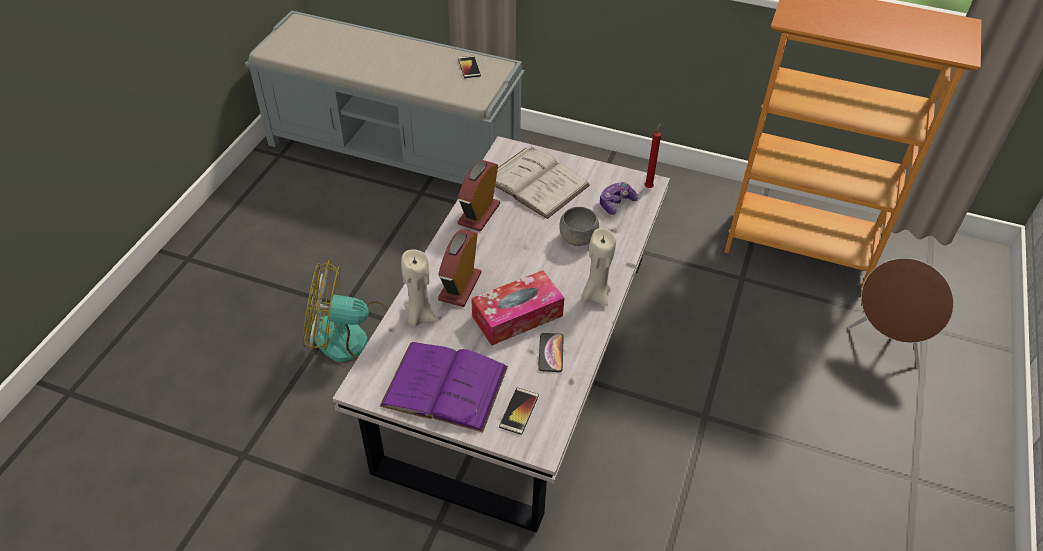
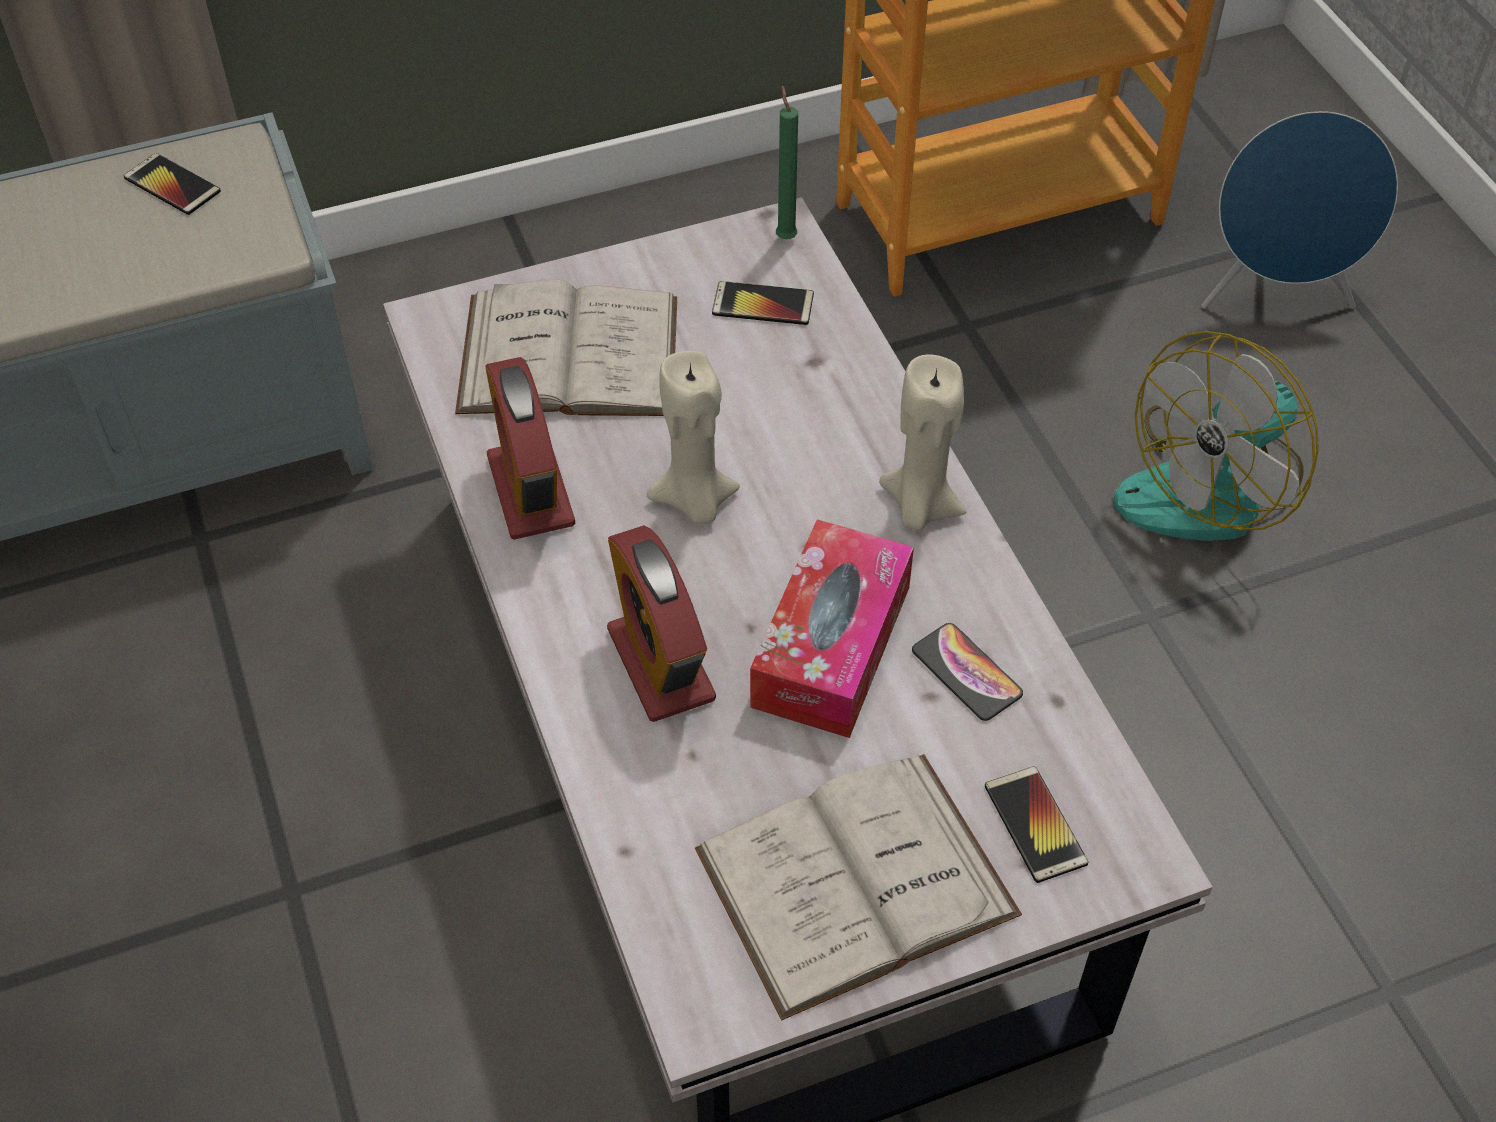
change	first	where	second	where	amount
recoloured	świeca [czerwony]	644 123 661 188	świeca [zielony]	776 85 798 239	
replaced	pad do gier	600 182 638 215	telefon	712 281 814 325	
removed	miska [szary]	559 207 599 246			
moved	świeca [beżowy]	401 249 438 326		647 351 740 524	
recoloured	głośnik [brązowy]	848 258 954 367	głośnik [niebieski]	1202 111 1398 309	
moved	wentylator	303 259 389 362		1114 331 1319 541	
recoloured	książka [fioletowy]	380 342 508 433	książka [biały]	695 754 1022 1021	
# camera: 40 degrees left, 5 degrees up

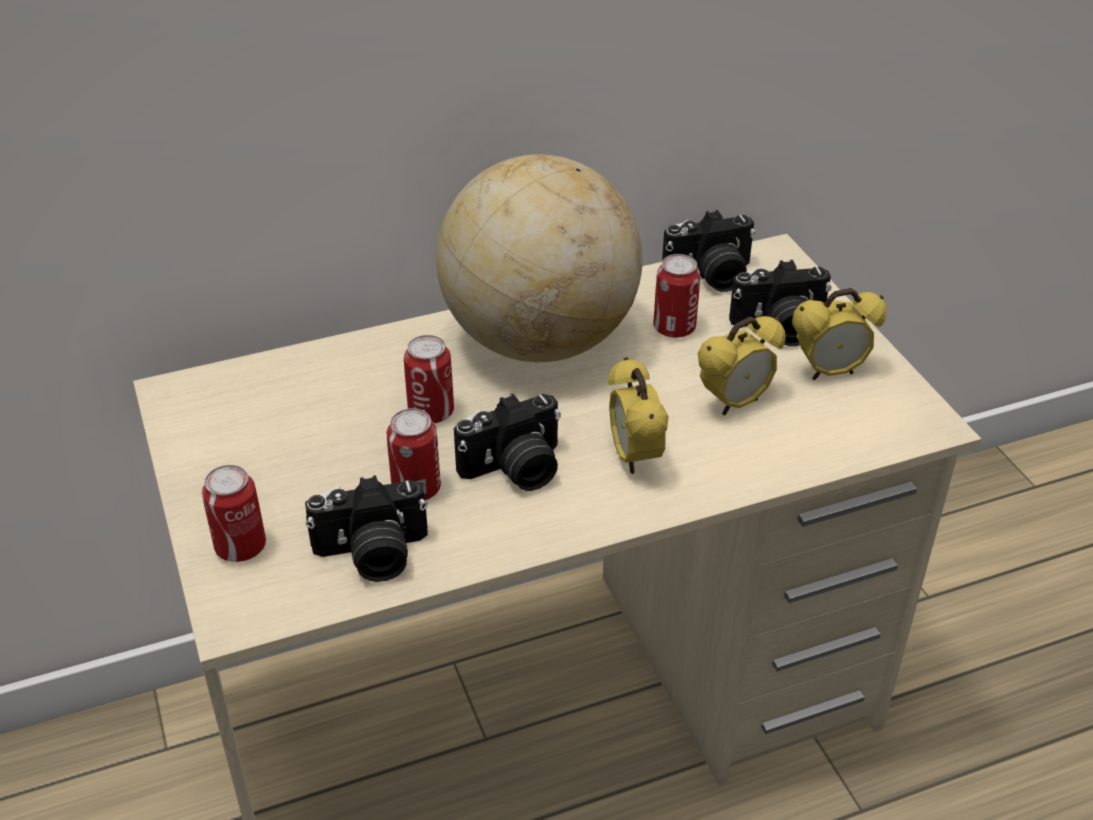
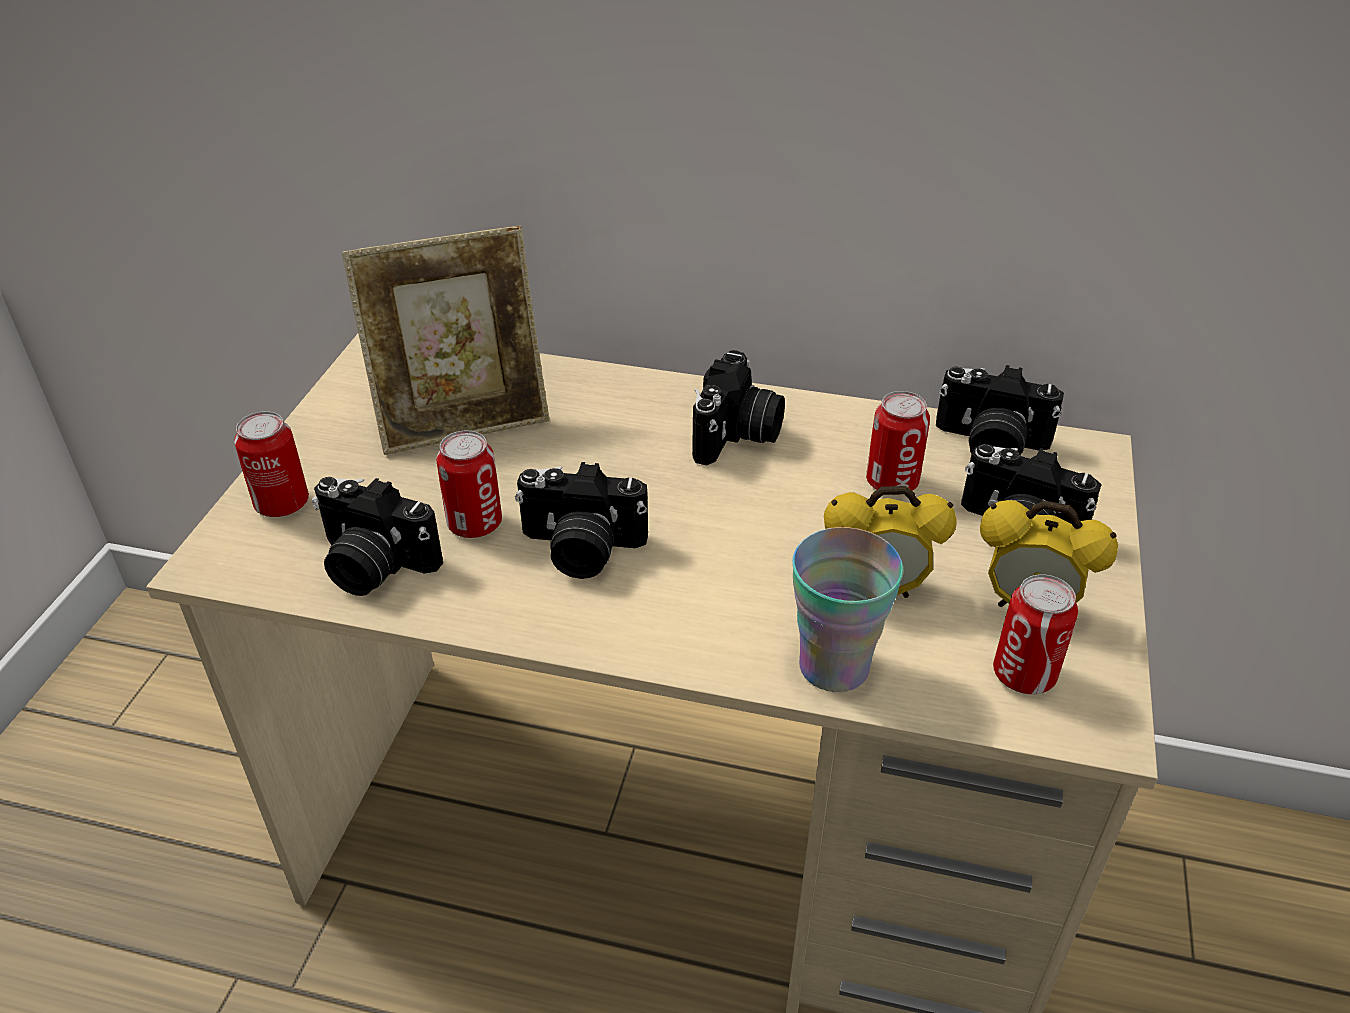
change	first	where	second	where	amount
replaced	globus	436 154 643 362	aparat fotograficzny	692 350 785 465	
moved	puszka	404 335 454 423		993 574 1078 694	
removed	budzik	608 357 669 474			
added			ramka na zdjęcie	342 226 549 455	
added			filiżanka	792 527 903 692	
# camera: 35 degrees right, 0 degrees up

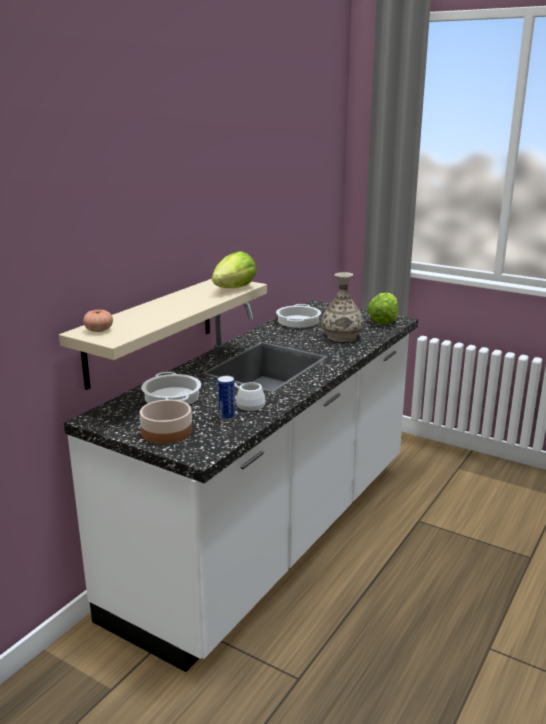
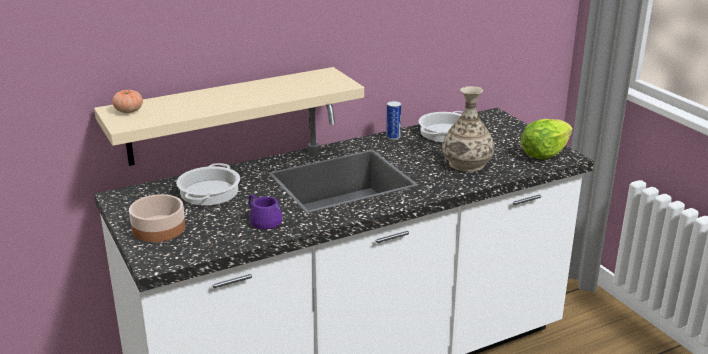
change	first	where	second	where	amount
removed	sałata	212 251 257 288			
moved	puszka	218 376 235 421		386 101 401 140	
recoloured	kubek [biały]	234 382 266 411	kubek [fioletowy]	248 195 282 229	
# camera: 30 degrees right, 5 degrees up

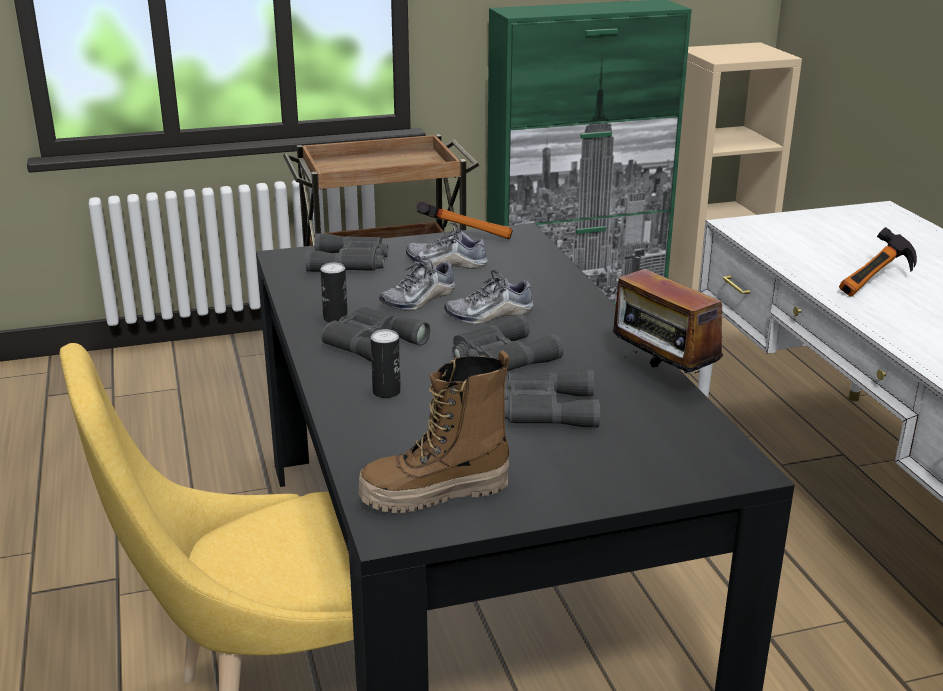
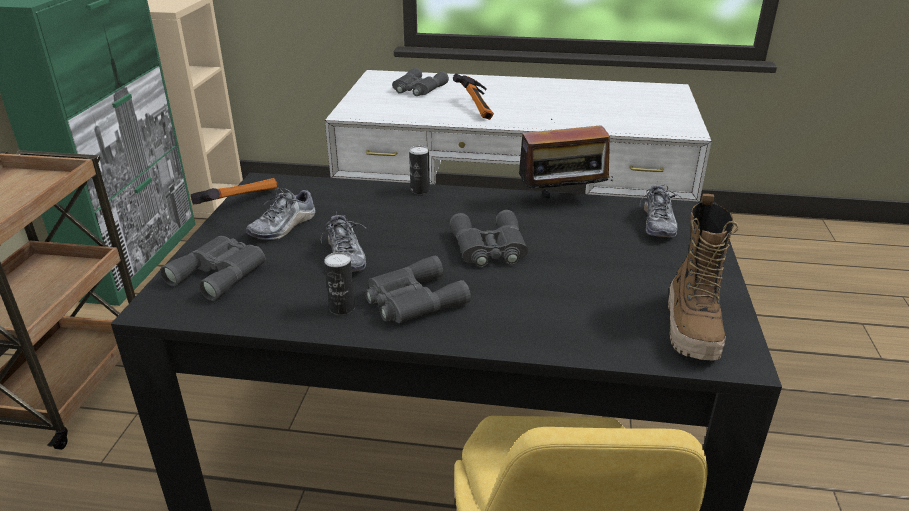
change	first	where	second	where	amount
moved	but	444 269 534 325		640 182 685 238	
moved	puszka	371 329 401 398		409 146 430 194	
moved	lornetka [szary]	504 370 600 427		392 68 449 96	
# camera: 65 degrees left, 5 degrees up

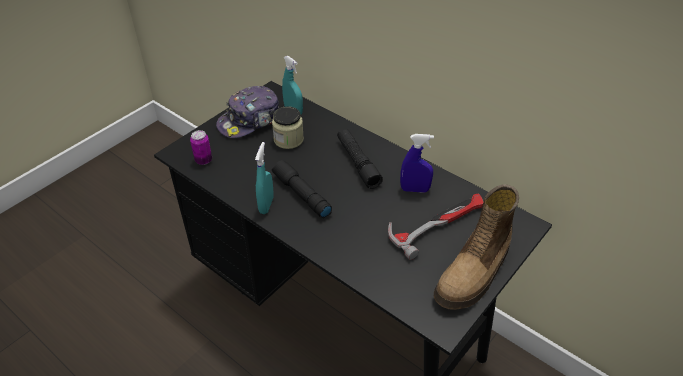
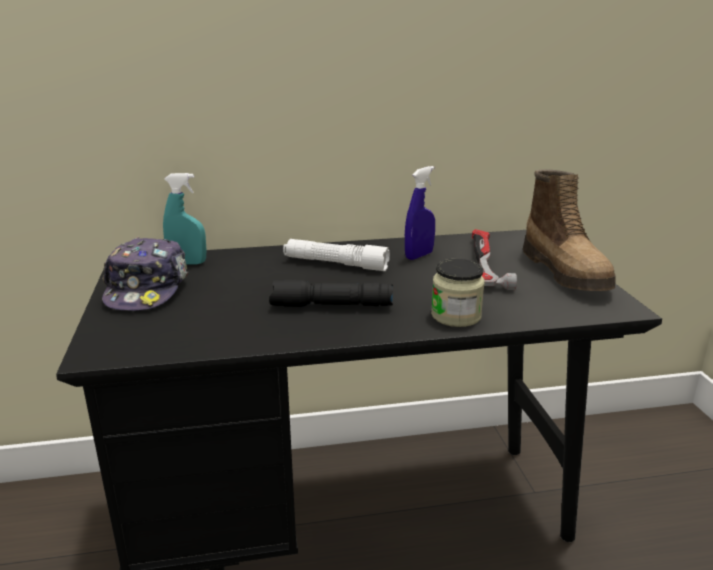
change	first	where	second	where	amount
moved	słoik	272 106 304 149		431 259 485 327	
recoloured	latarka [czarny]	337 129 383 189	latarka [biały]	283 239 390 271	
removed	puszka	190 130 212 165			
removed	spryskiwacz [turkusowy]	255 142 274 214			
# camera: 50 degrees left, 20 degrees down

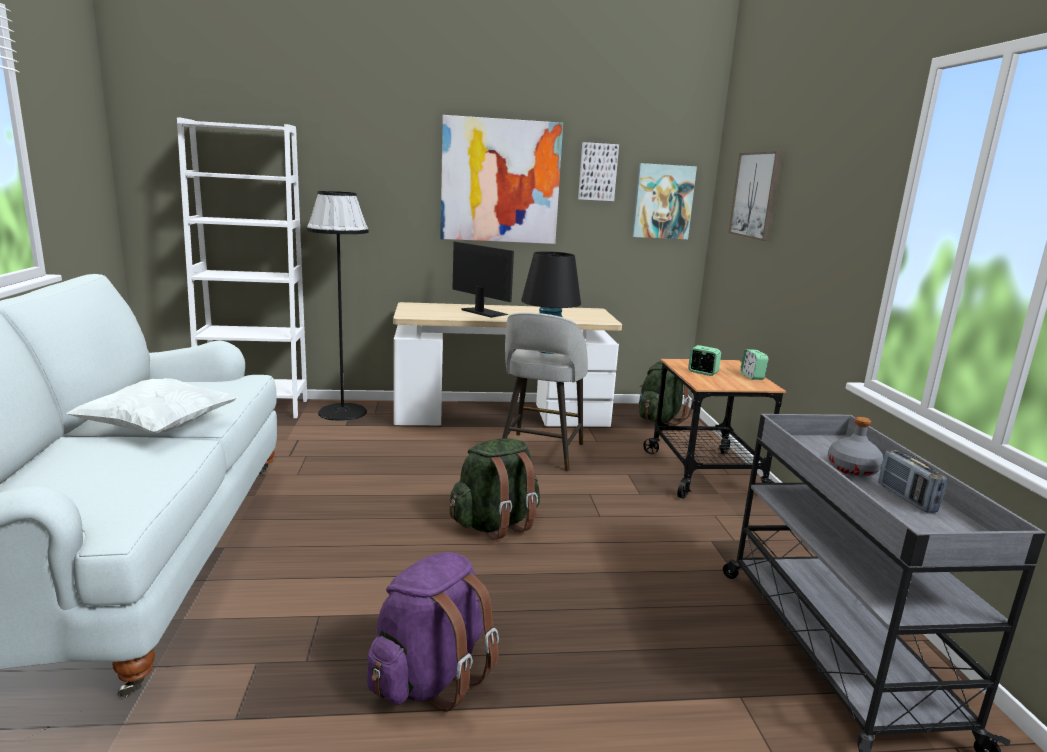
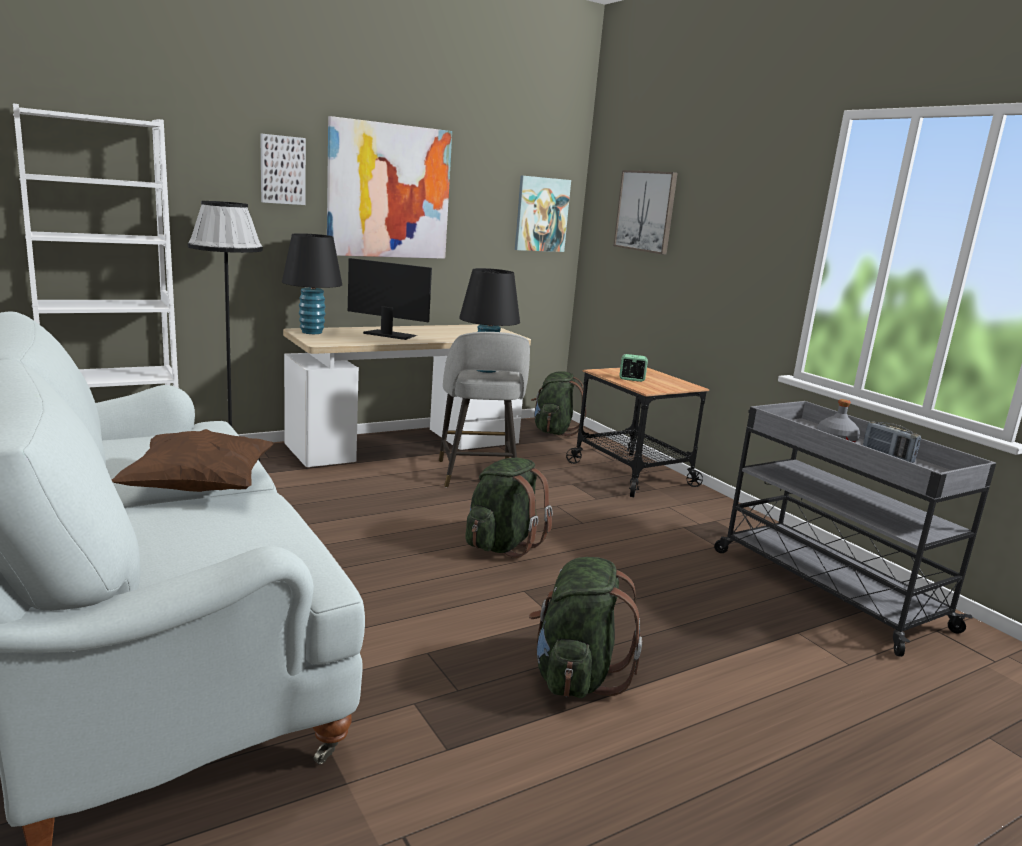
change	first	where	second	where	amount
moved	obraz	578 142 619 201		260 134 306 205	
removed	budzik	740 349 768 380			
recoloured	poduszka [biały]	66 378 238 434	poduszka [brązowy]	112 429 274 492	
recoloured	plecak [fioletowy]	367 552 499 712	plecak [zielony]	529 557 642 698	
added			lampa stołowa [czarny]	282 233 342 334	
# camera: 25 degrees left, 0 degrees up

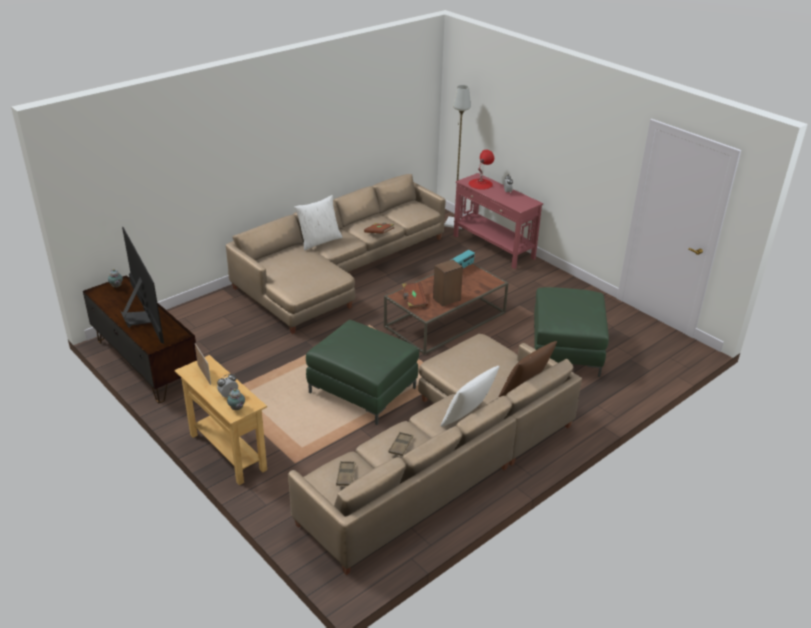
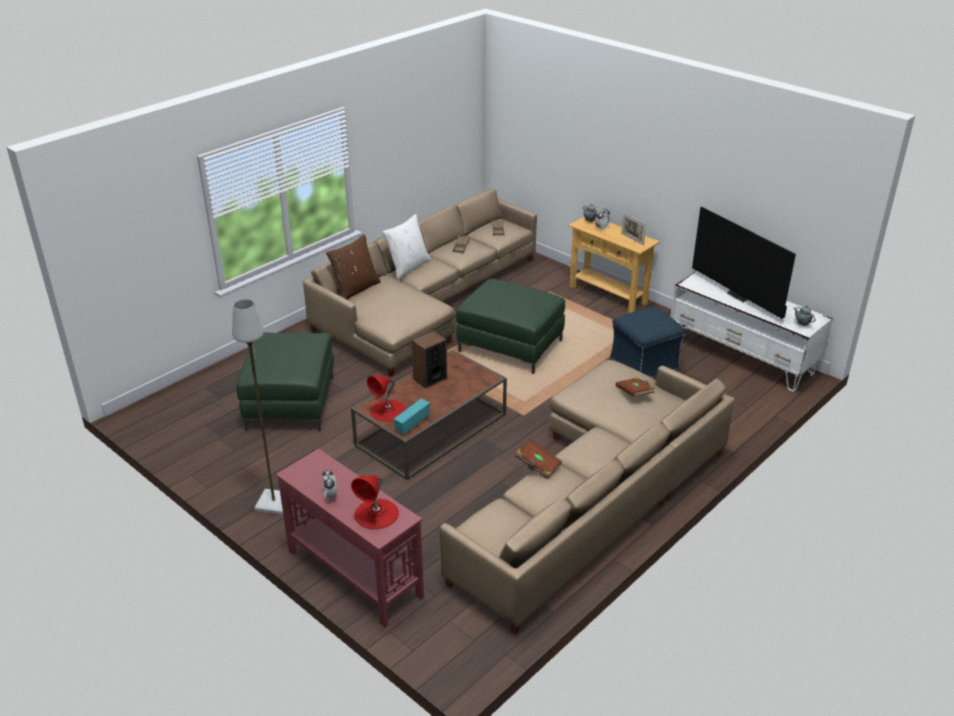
change	first	where	second	where	amount
moved	lampa stojąca [szary]	444 85 471 229		232 299 283 515	
removed	poduszka [biały]	294 195 342 250			
recoloured	szafka pod telewizor [brązowy]	83 275 197 403	szafka pod telewizor [biały]	670 271 833 392	
moved	książka [brązowy]	402 282 428 309		616 377 655 397	
added			pufa [niebieski]	610 306 686 378	
added			lampa stołowa [czerwony]	367 375 406 422	
# camera: 175 degrees right, 0 degrees up

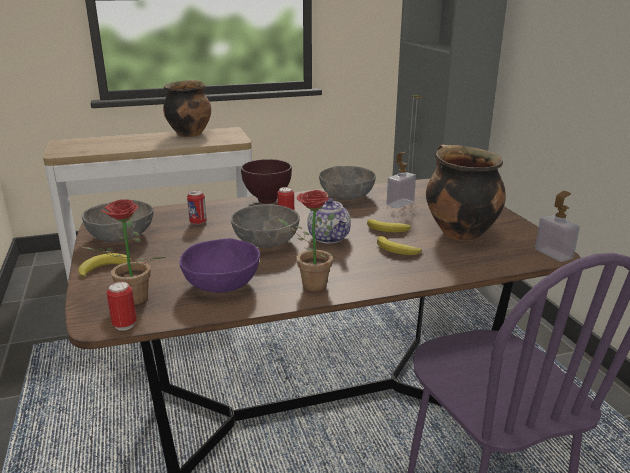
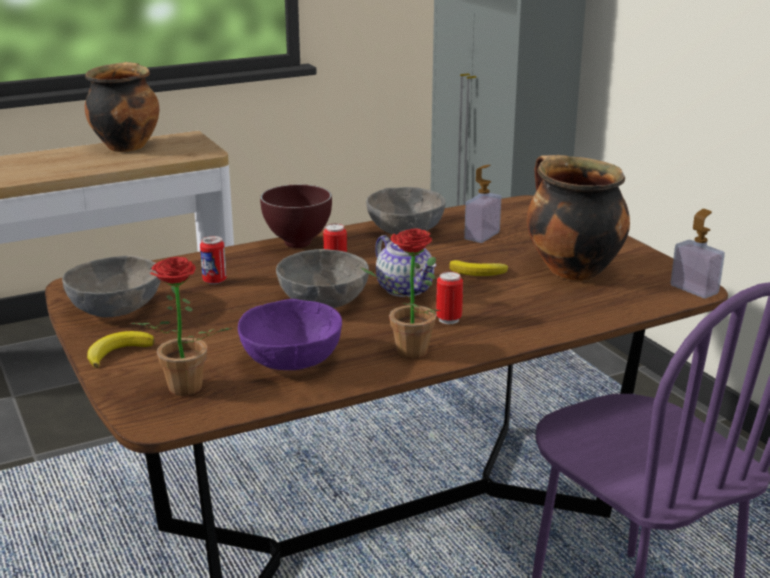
change	first	where	second	where	amount
removed	banan	377 236 422 255			
moved	puszka	106 281 137 331		436 271 463 324	
# camera: 10 degrees left, 0 degrees up

